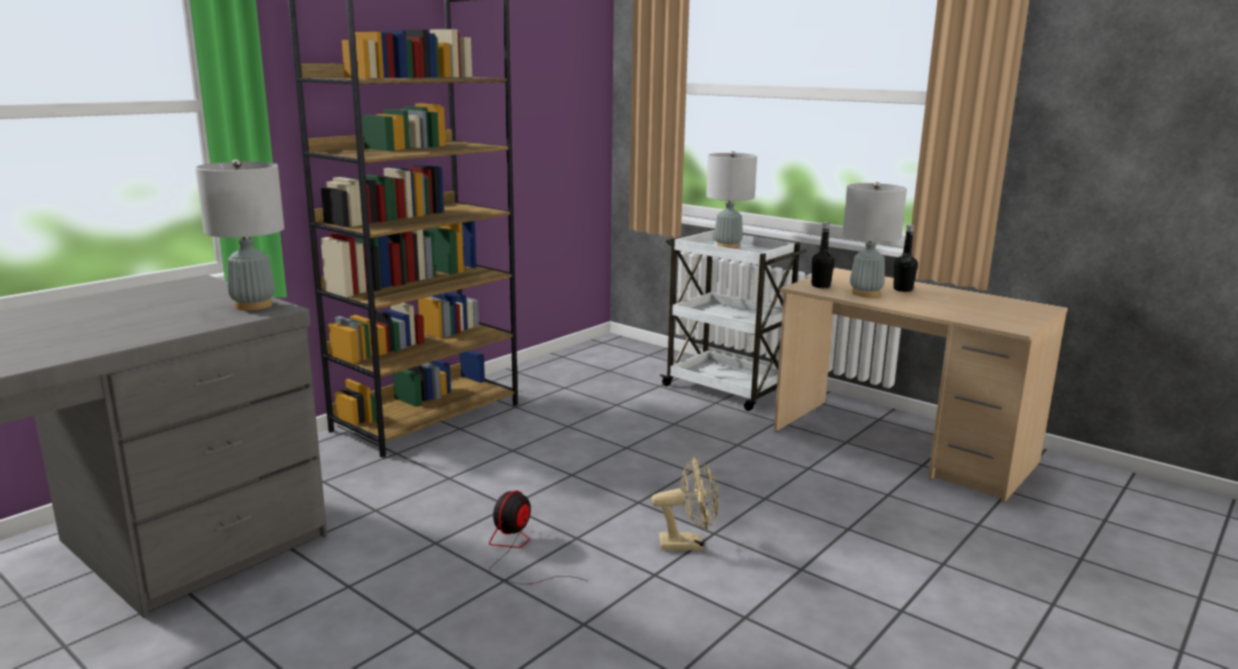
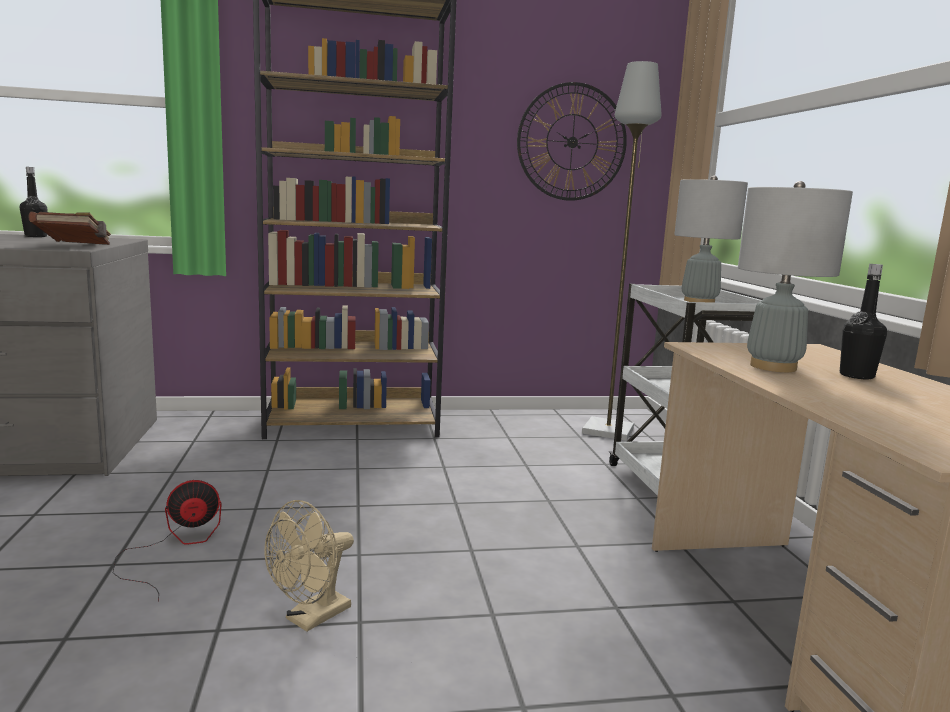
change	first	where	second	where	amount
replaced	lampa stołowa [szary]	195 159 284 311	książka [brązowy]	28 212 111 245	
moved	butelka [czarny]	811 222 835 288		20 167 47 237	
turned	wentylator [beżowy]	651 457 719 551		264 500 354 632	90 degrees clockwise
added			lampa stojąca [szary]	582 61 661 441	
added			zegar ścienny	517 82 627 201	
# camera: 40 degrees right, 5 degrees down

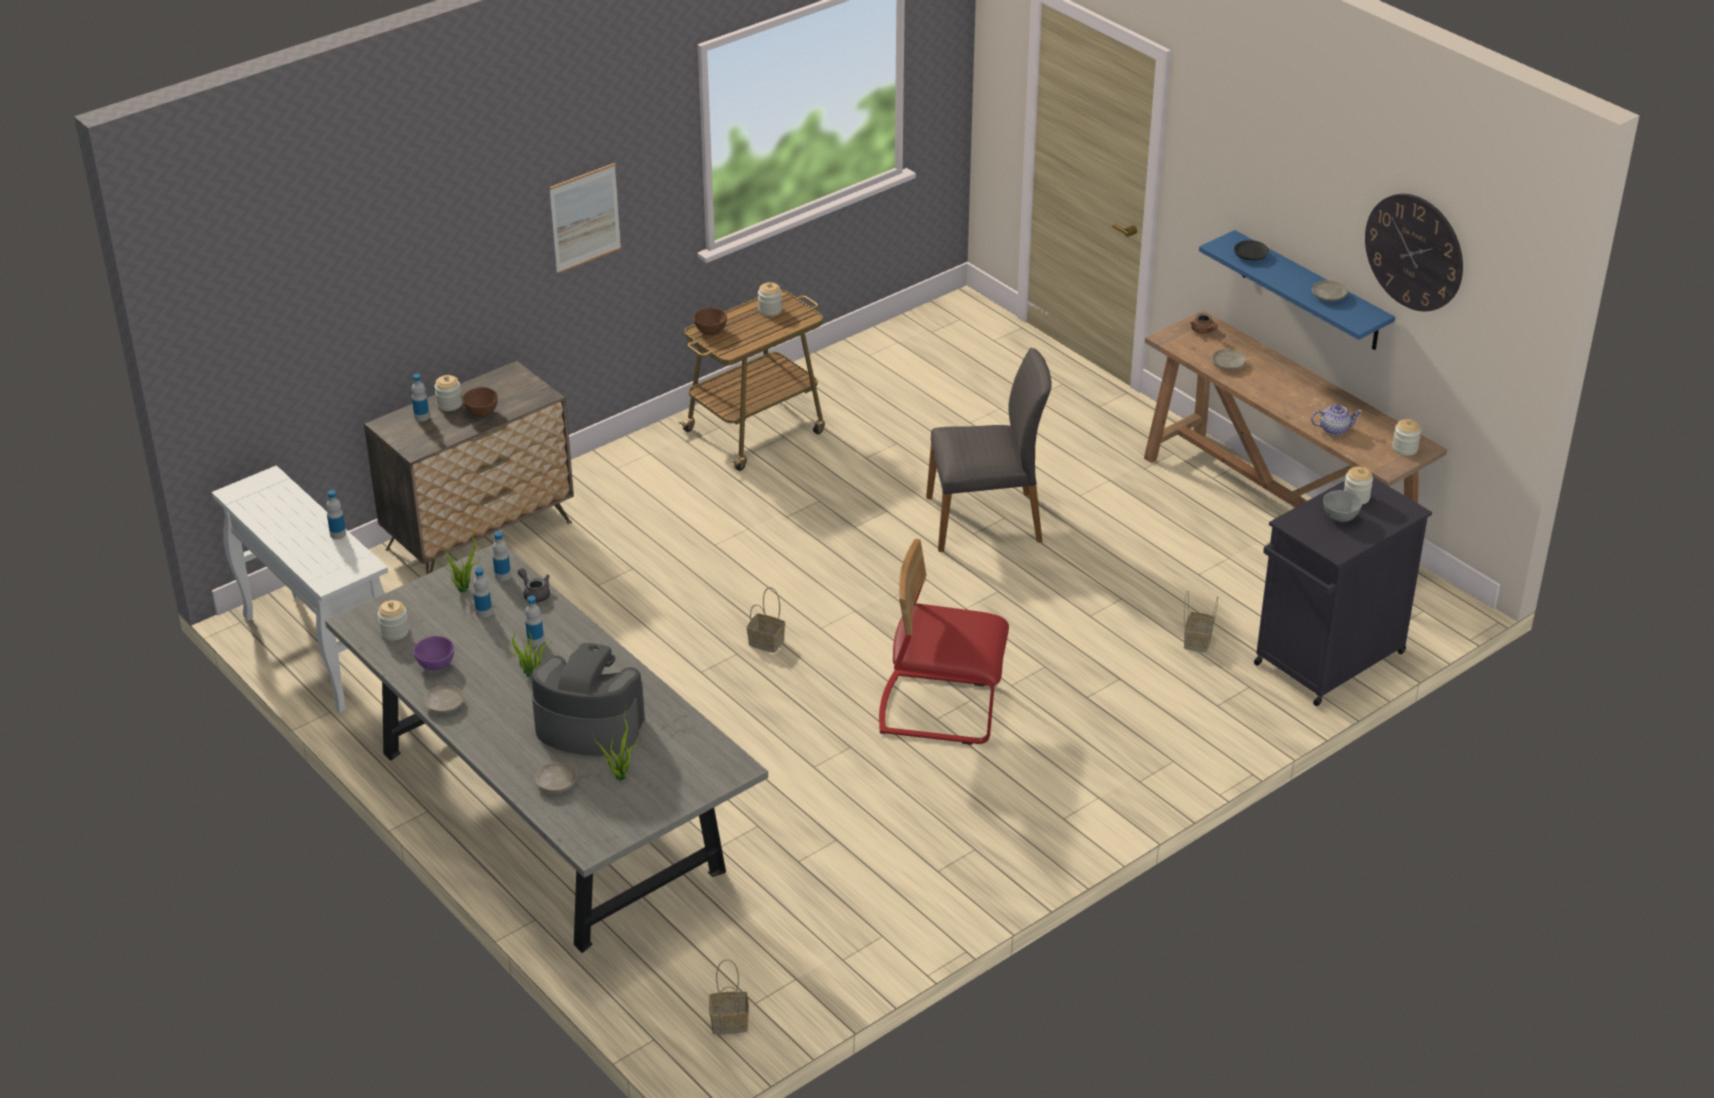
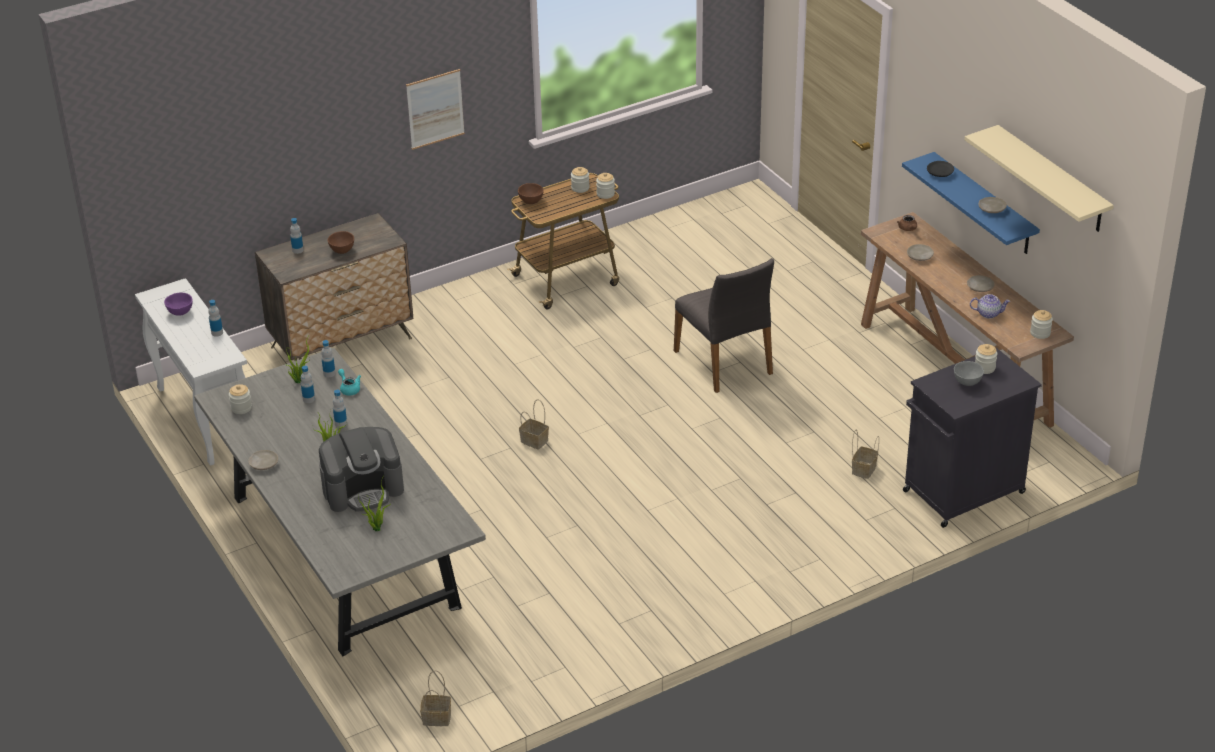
change	first	where	second	where	amount
replaced	zegar ścienny	1365 194 1463 312	półka [beżowy]	964 125 1114 232	
turned	krzesło [szary]	926 348 1052 552		674 258 774 393	60 degrees clockwise
moved	słoik	434 375 462 411		596 173 615 199	
removed	krzesło [czerwony]	879 539 1009 745			
recoloured	imbryk [szary]	518 568 550 603	imbryk [turkusowy]	338 369 361 395	
moved	miska [fioletowy]	413 636 455 670		164 292 193 316	
turned	ekspres do kawy	531 643 645 756		319 427 404 512	135 degrees clockwise
moved	talerz [beżowy]	535 762 577 792		967 275 994 292	
# camera: 10 degrees right, 0 degrees up

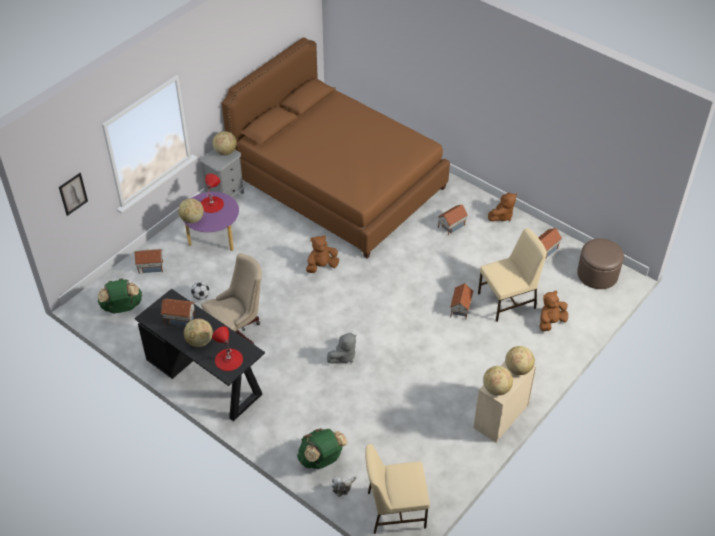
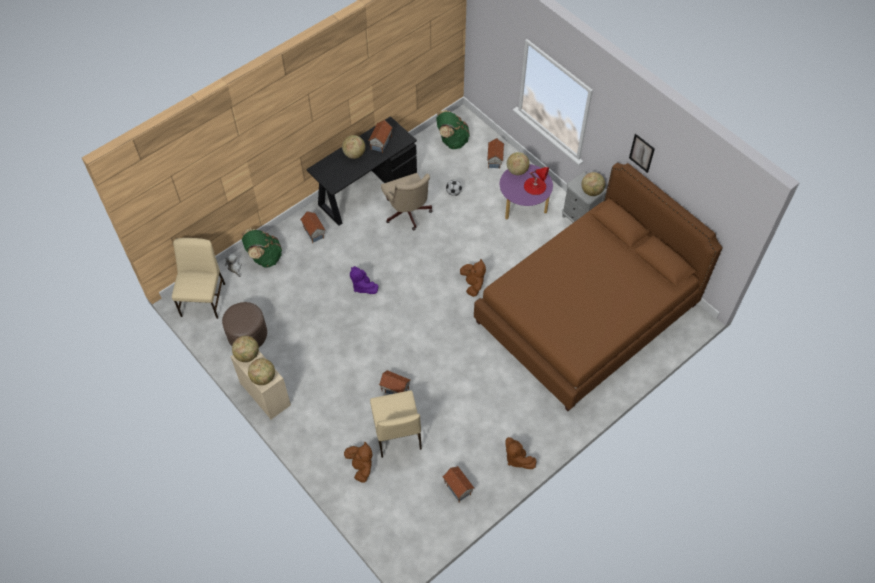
change	first	where	second	where	amount
moved	obraz	59 173 88 216		629 134 655 173	
moved	domek	438 205 468 236		300 211 325 243	
moved	pufa [brązowy]	577 238 624 289		222 302 267 347	
removed	lampa stołowa [czerwony]	212 326 243 371			
recoloured	pluszak [szary]	327 333 356 364	pluszak [fioletowy]	350 266 378 294	
# camera: 100 degrees right, 10 degrees up

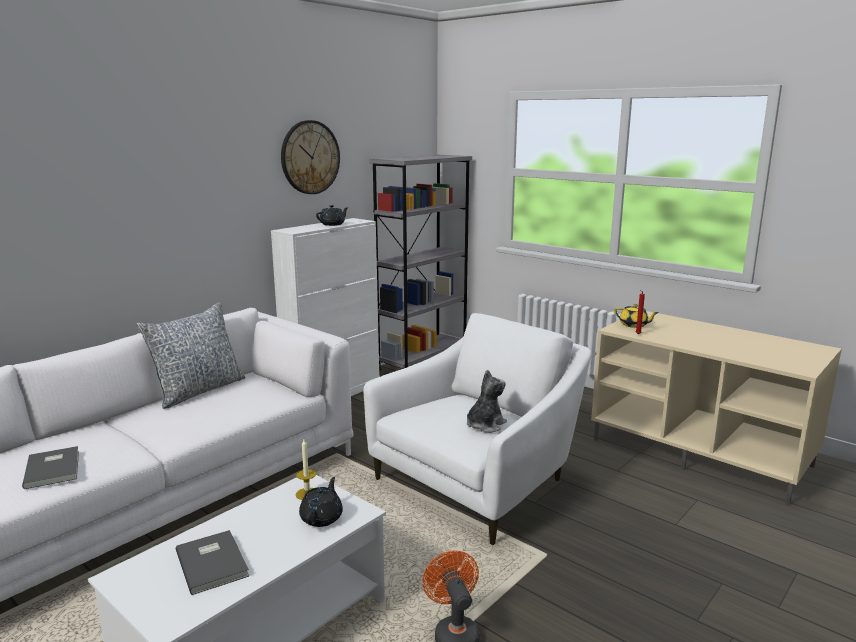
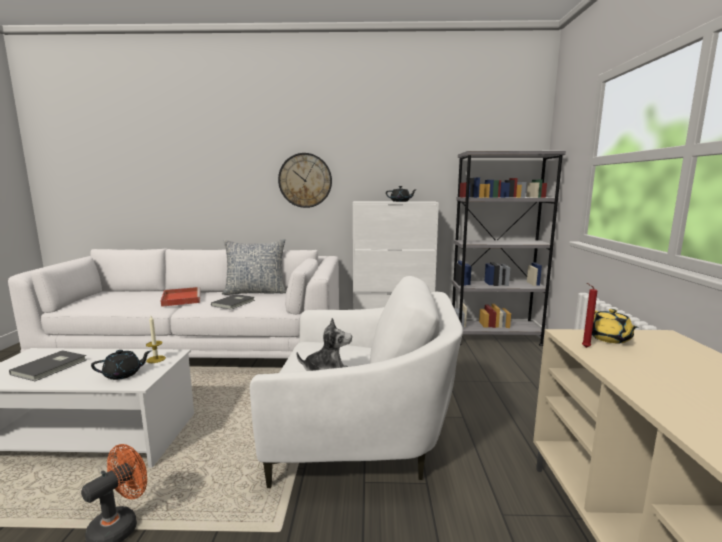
change	first	where	second	where	amount
moved	zegar ścienny	281 120 340 194		278 153 332 208	
moved	książka [szary]	22 446 79 489		211 294 255 310	
added			taca [czerwony]	161 287 201 307	
# camera: 50 degrees right, 5 degrees down

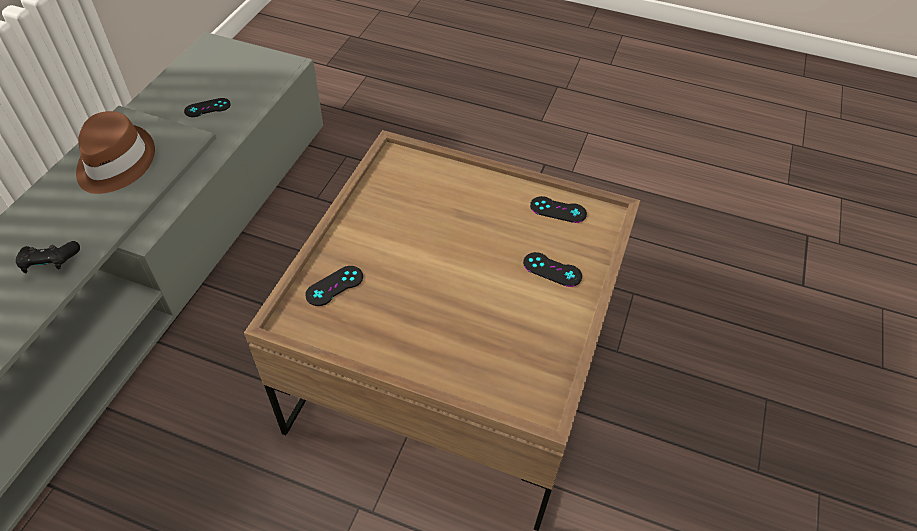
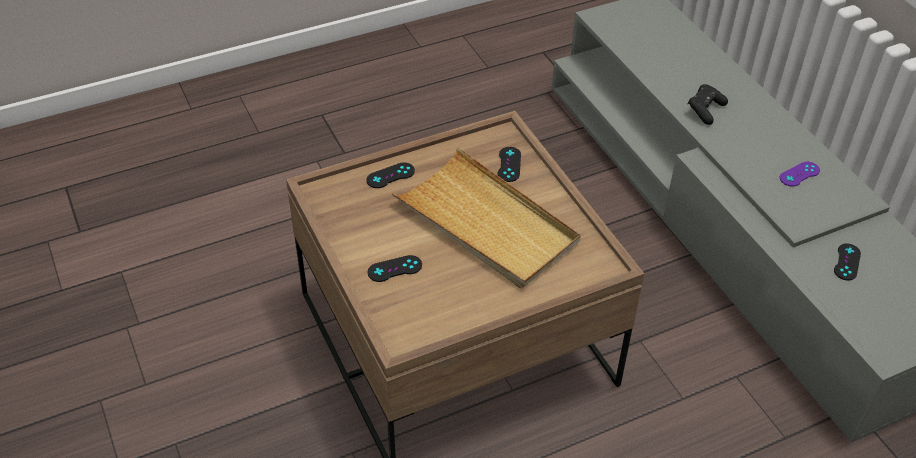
change	first	where	second	where	amount
replaced	kapelusz [brązowy]	76 111 155 194	pad do gier [fioletowy]	780 162 820 187	
moved	pad do gier [czarny]	530 196 587 223		366 162 415 188	
added			taca [beżowy]	391 147 581 289	
# camera: 135 degrees right, 5 degrees down

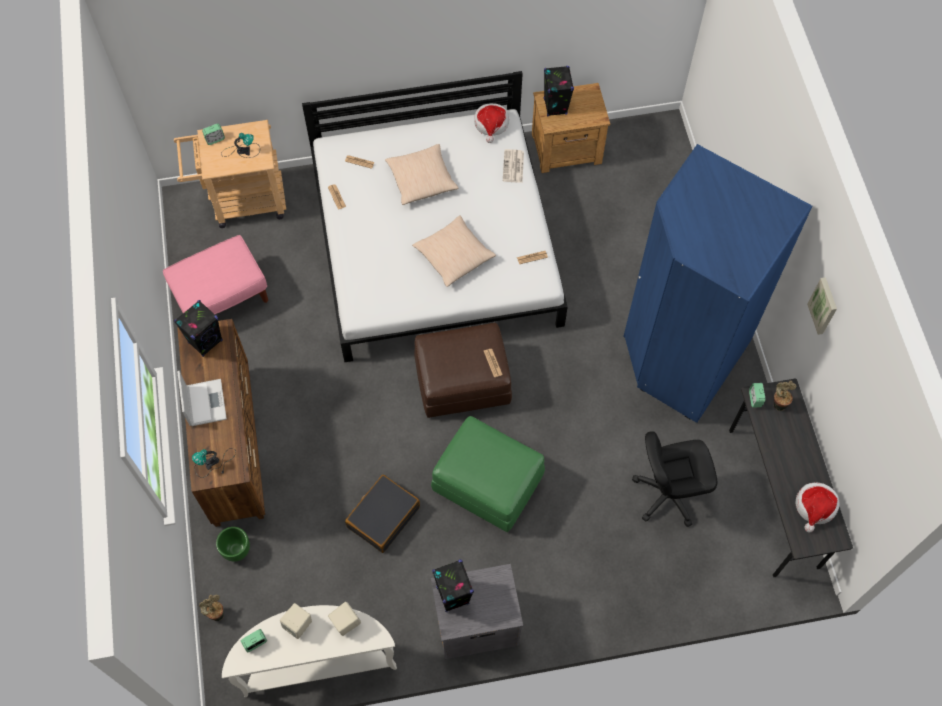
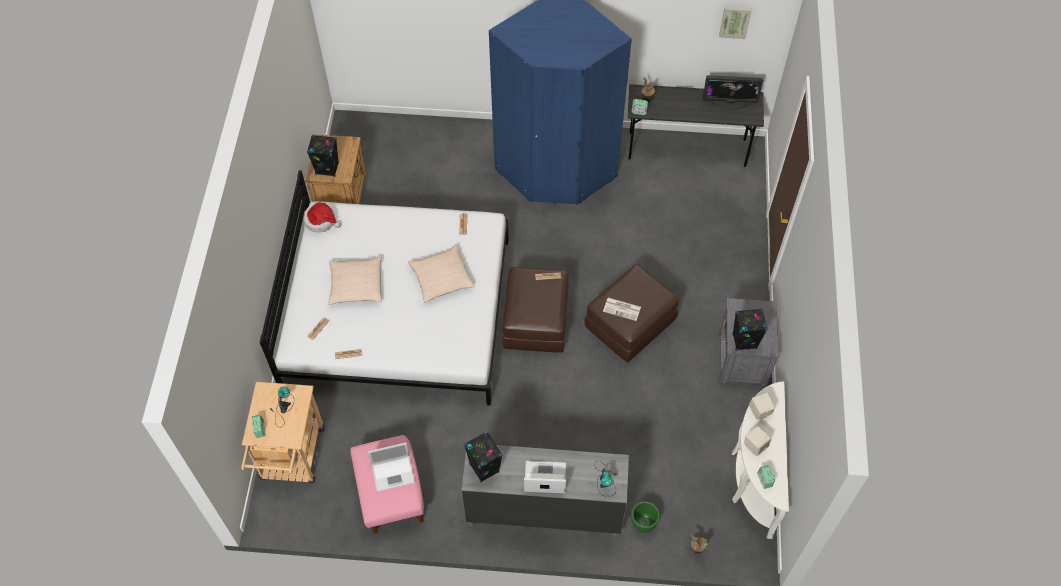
change	first	where	second	where	amount
moved	gazeta	503 149 524 183		603 298 641 321	
moved	obraz	807 277 837 335		719 7 752 39	
recoloured	komoda [brązowy]	177 319 265 527	komoda [szary]	462 445 629 537	
recoloured	pufa [zielony]	431 416 545 532	pufa [brązowy]	584 264 679 363	
removed	krzesło biurowe [czarny]	632 431 717 527			
removed	walizka [czarny]	345 474 420 553			
replaced	kapelusz	795 482 840 532	monitor	703 75 763 111	
added			laptop	368 442 415 492	
# camera: 75 degrees left, 5 degrees down

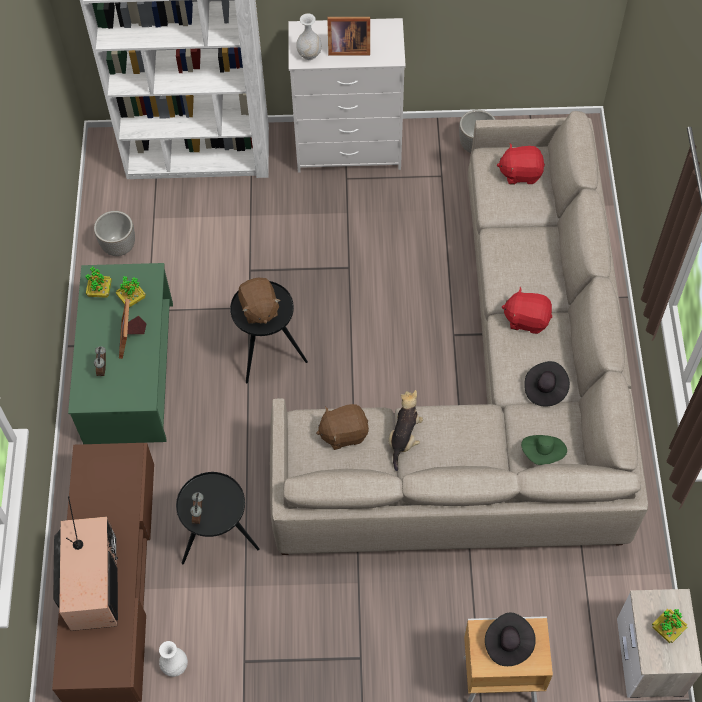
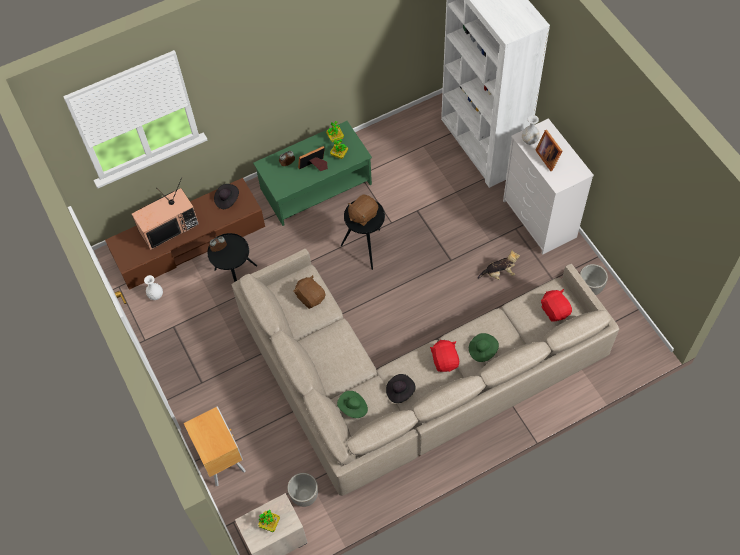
change	first	where	second	where	amount
moved	donica	94 211 135 256		287 473 318 507	
moved	pluszak	389 390 423 471		478 250 520 280	
moved	kapelusz [czarny]	485 613 536 666		214 184 239 209	
added			kapelusz [zielony]	469 333 499 362	
# camera: 65 degrees right, 0 degrees up

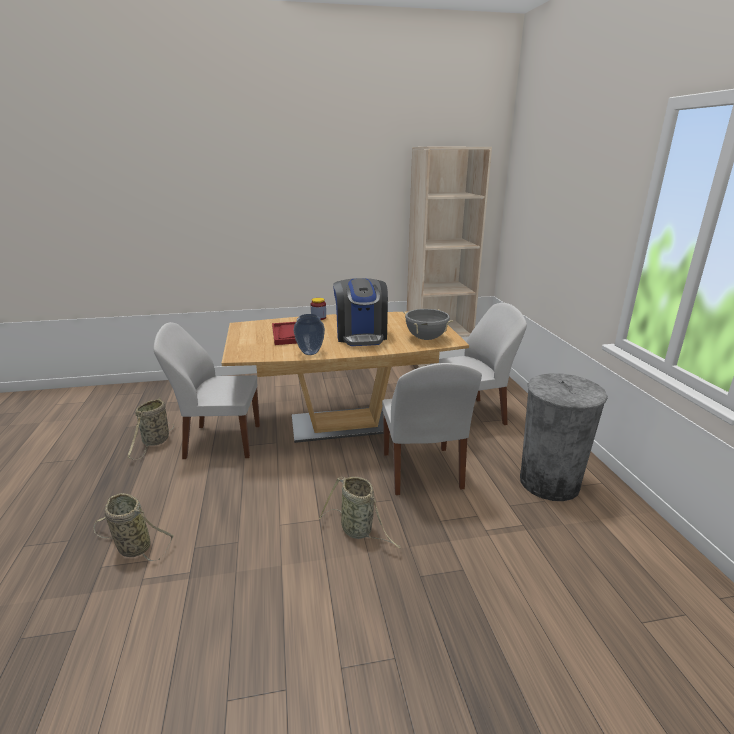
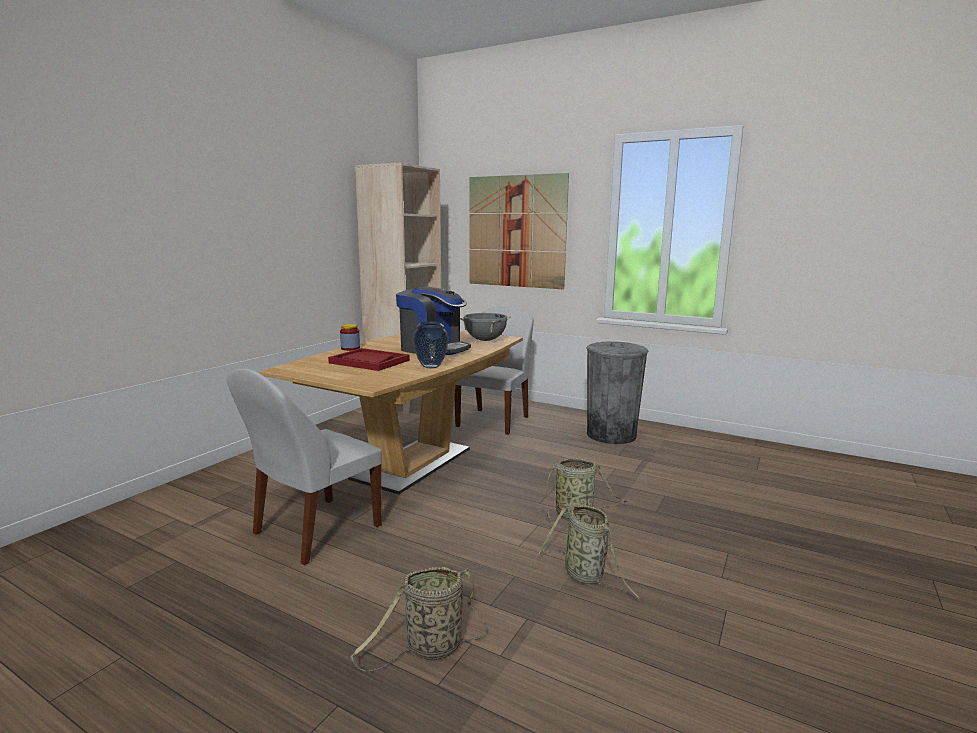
change	first	where	second	where	amount
removed	krzesło [biały]	382 363 482 495			
moved	koszyk	127 397 174 459		538 503 641 599	
added			obraz	470 173 569 289	
# camera: 50 degrees left, 10 degrees down

